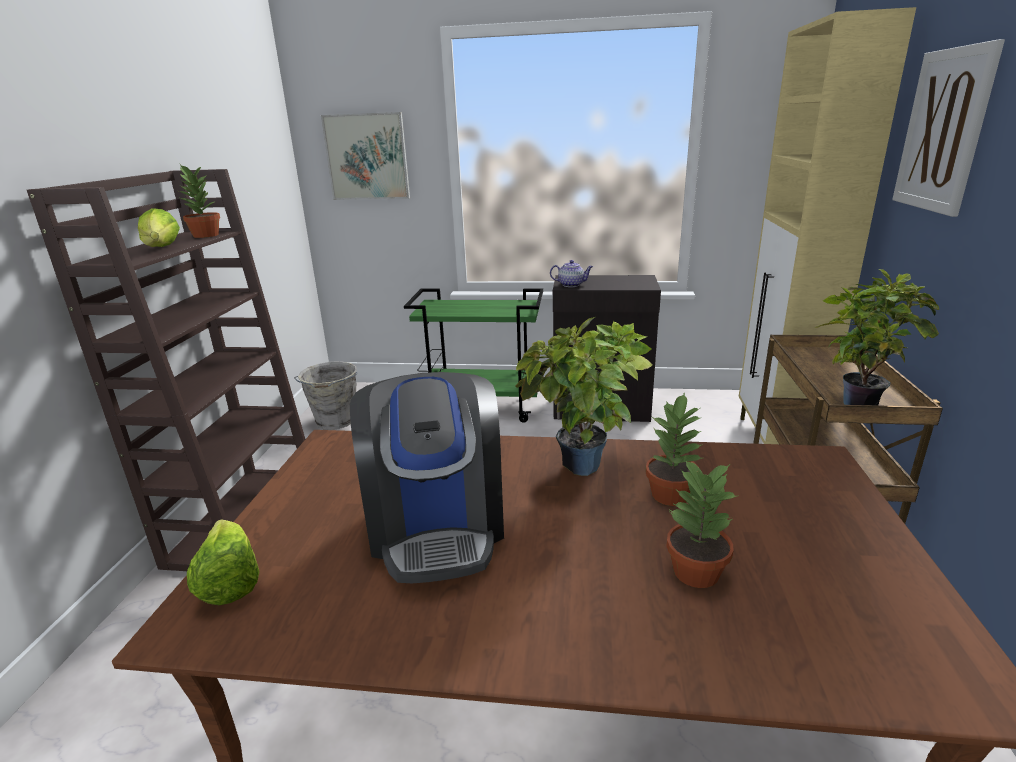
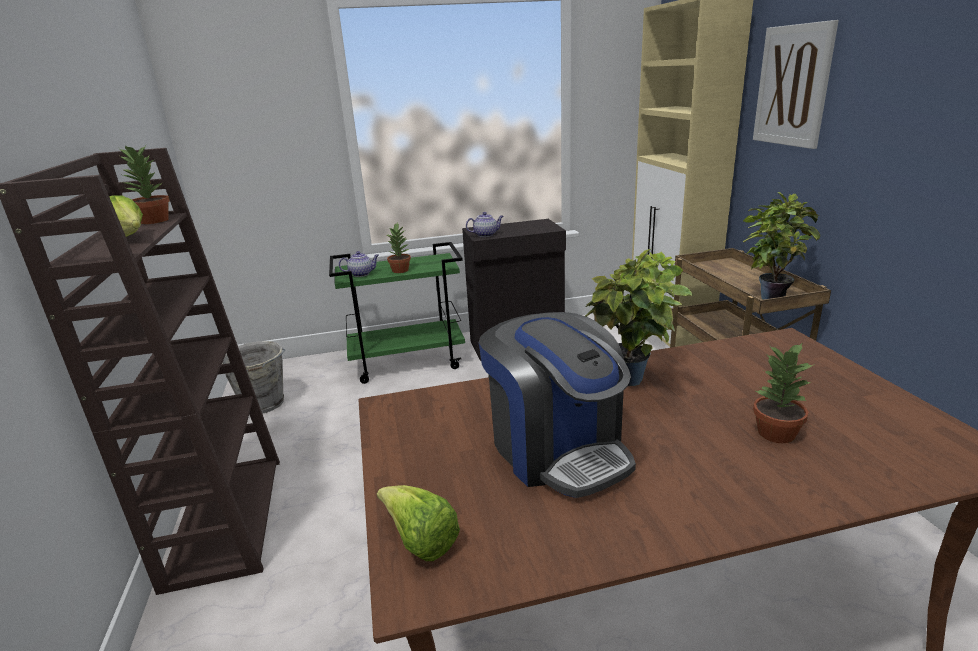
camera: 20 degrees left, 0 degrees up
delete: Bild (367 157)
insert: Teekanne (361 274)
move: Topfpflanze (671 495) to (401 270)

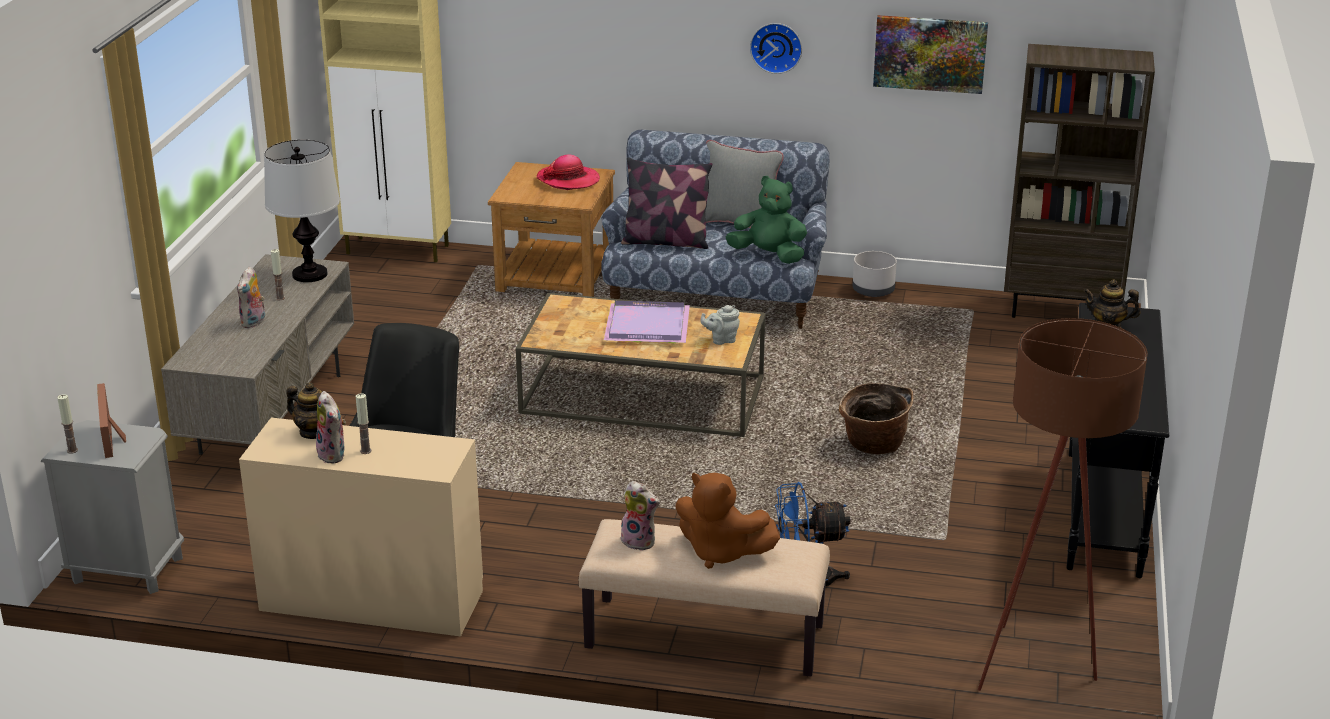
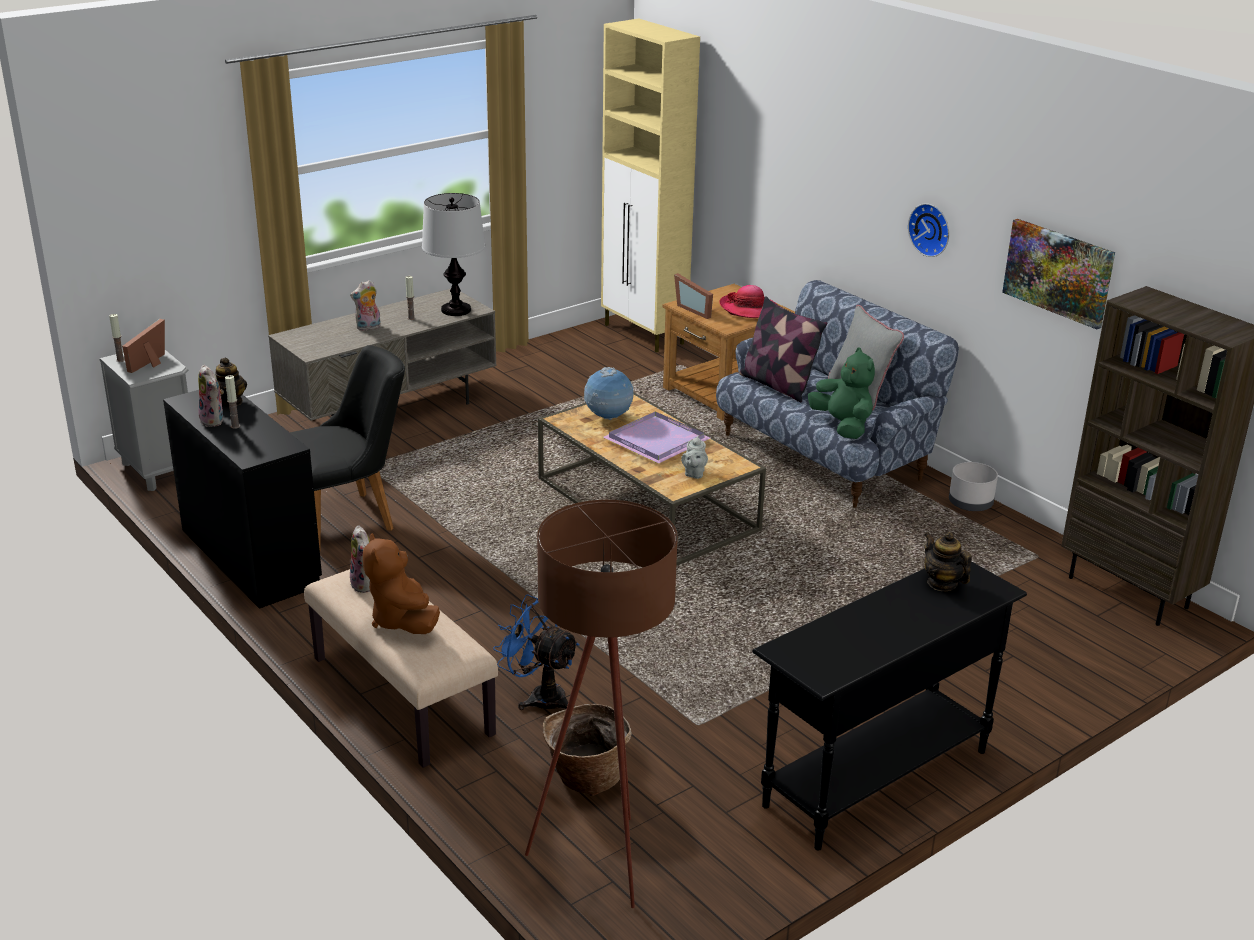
camera: 40 degrees right, 0 degrees up
insert: Globus (608 418); Bilderrahmen (695 309)
move: Korb (873 445) to (585 777)
recolor: Schreibtisch/beige (371 600) to Schreibtisch/schwarz (249 557)
rotate: Plüschtier (334 455) = (214 420) 45 degrees counterclockwise; Teekanne/grau (721 340) = (694 474) 105 degrees counterclockwise

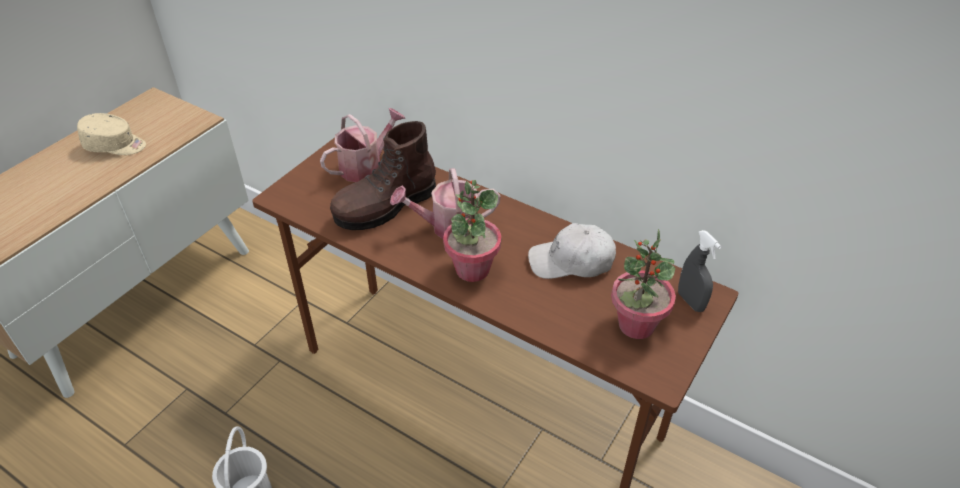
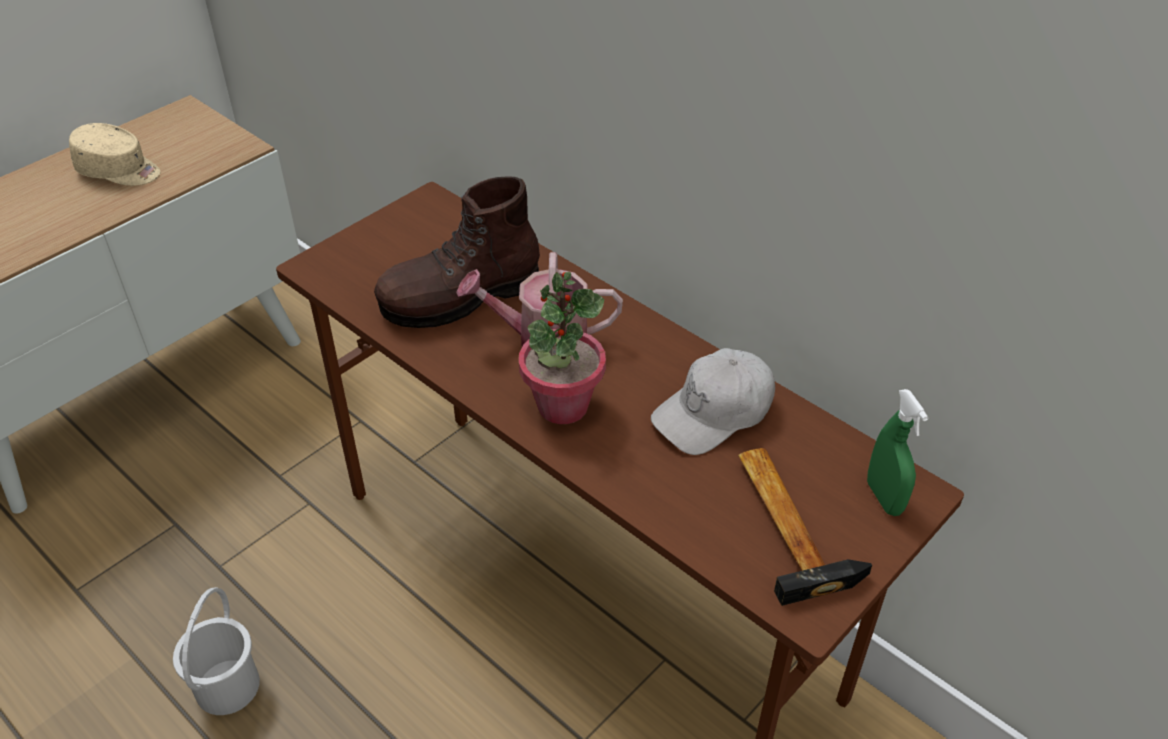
camera: 10 degrees right, 0 degrees up
delete: Gießkanne (366 166)
replace: Topfpflanze (636 325) to Hammer (789 522)
recolor: Sprühflasche/grau (690 301) to Sprühflasche/grün (884 498)
rotate: Kappe/weiß (571 262) = (714 413) 45 degrees counterclockwise

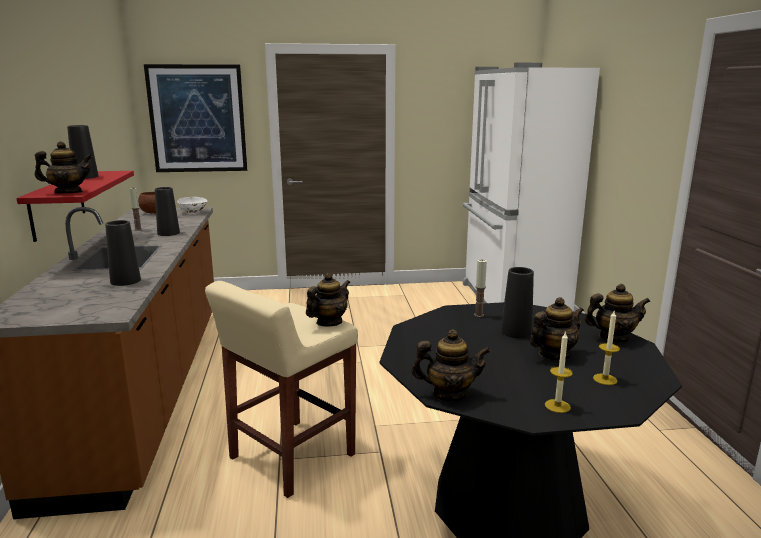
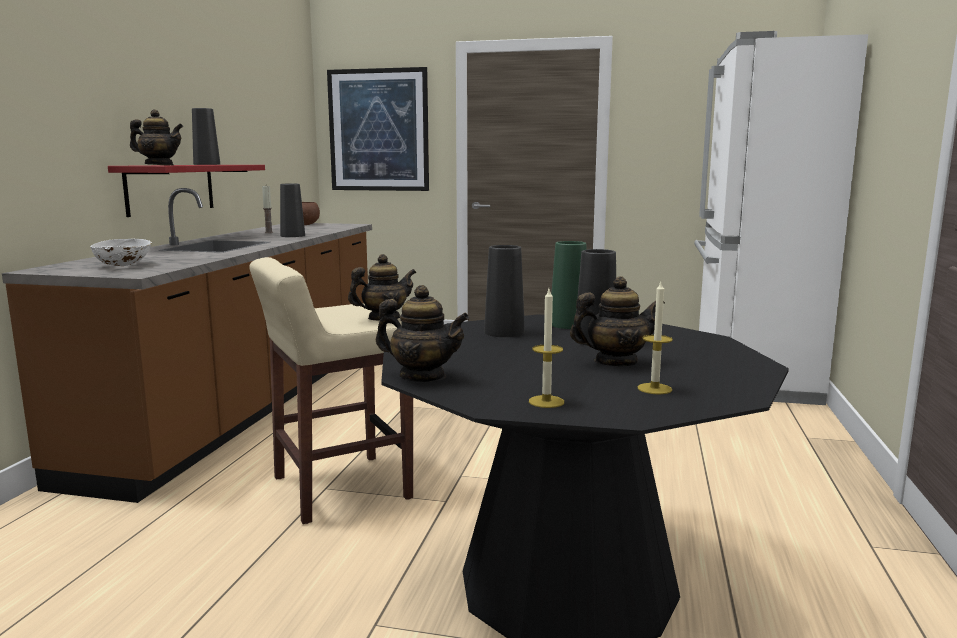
camera: 20 degrees right, 5 degrees down
delete: Teekanne (613 338)
move: Schüssel/weiß (193 212) to (123 266); Vase/schwarz (125 281) to (504 332)
replace: Kerze (479 315) to Vase/grün (568 324)

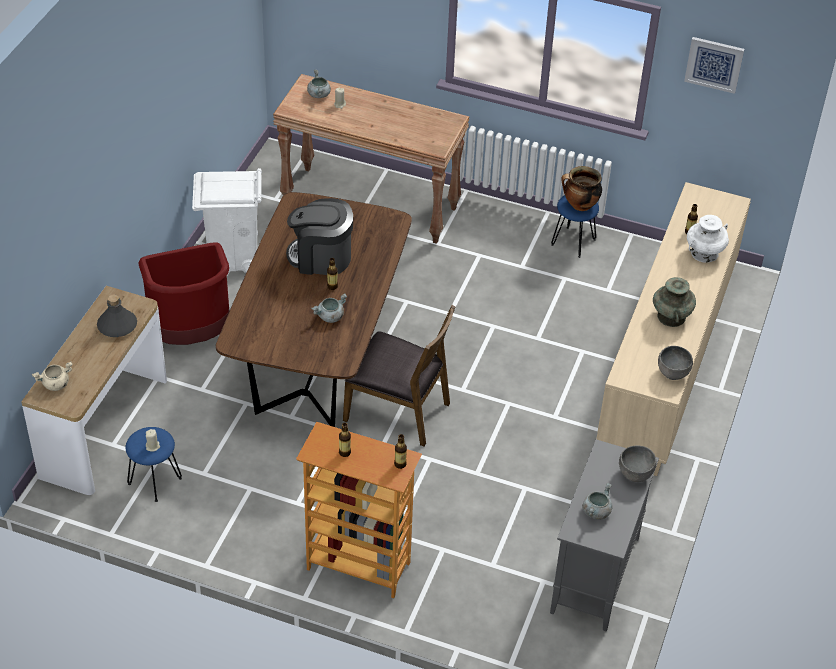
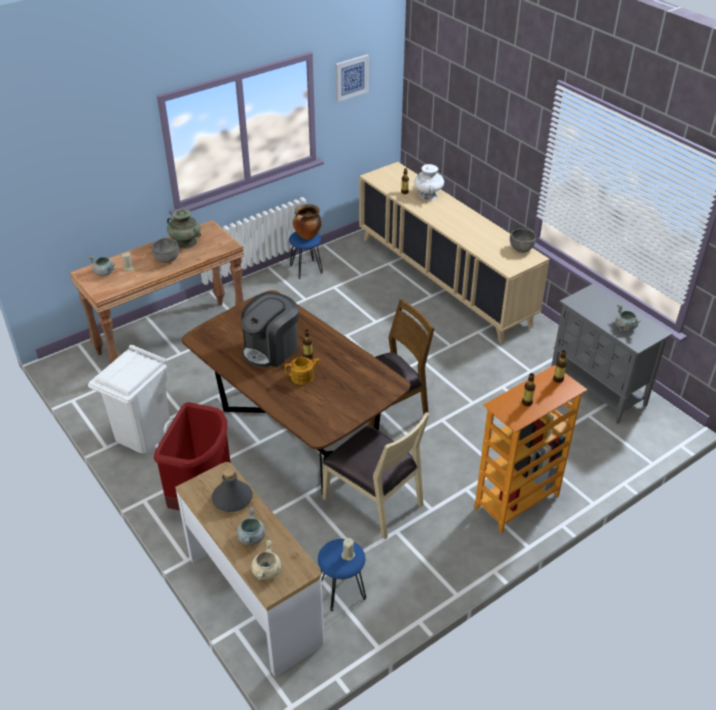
camera: 55 degrees left, 5 degrees down
insert: Teekanne (303 377); Stuhl/beige (374 500)
move: Schüssel/grau (635 474) to (167 259); Vase/türkis (671 317) to (186 242); Kochtopf/grau (330 317) to (252 538)

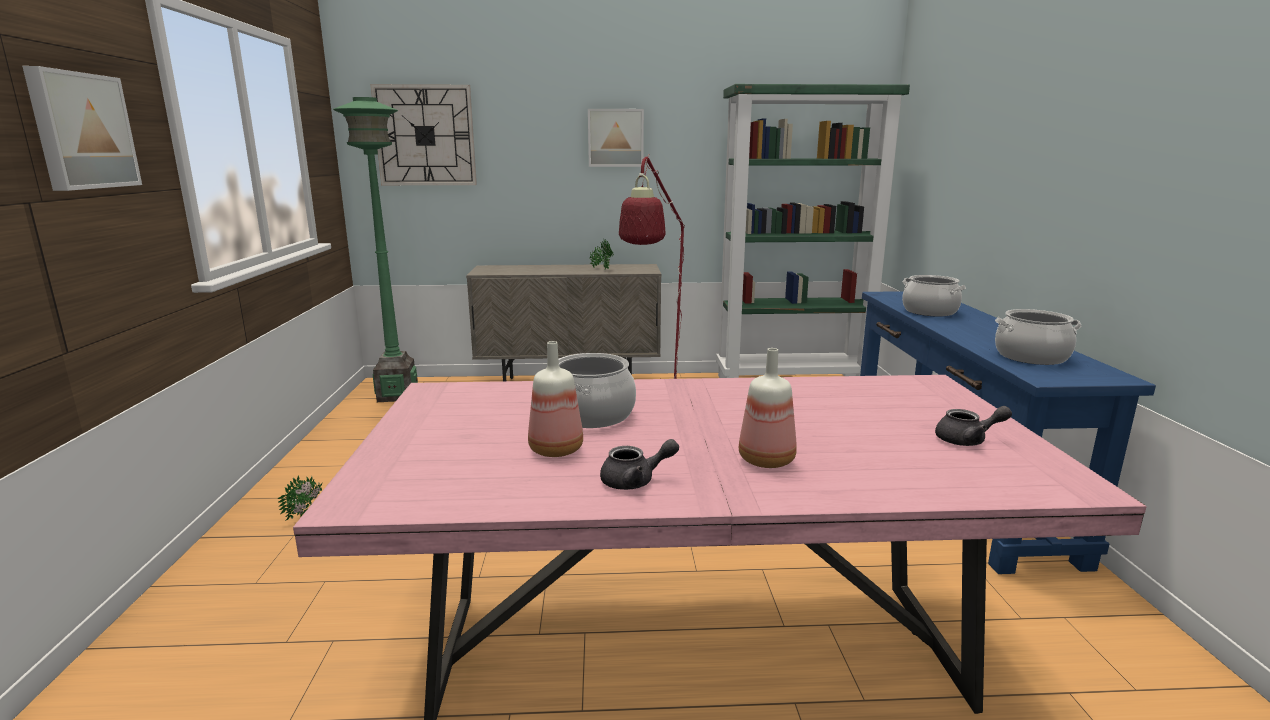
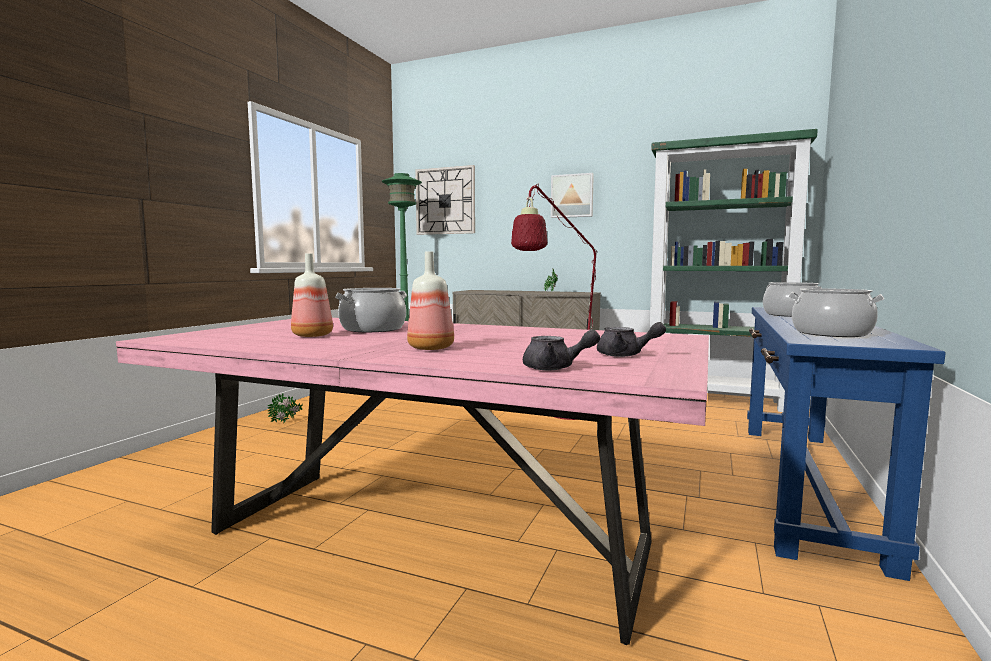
camera: 25 degrees right, 10 degrees down
delete: Bild (81 131)
move: Teekanne/grau (635 481) to (555 368)

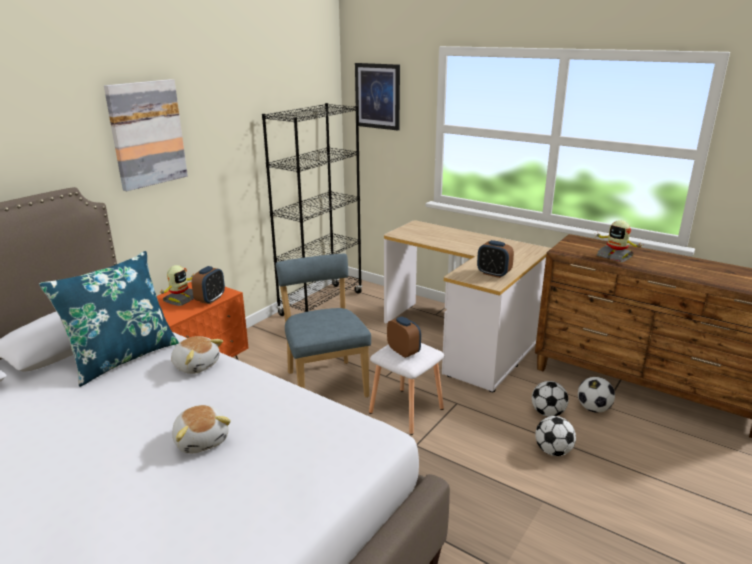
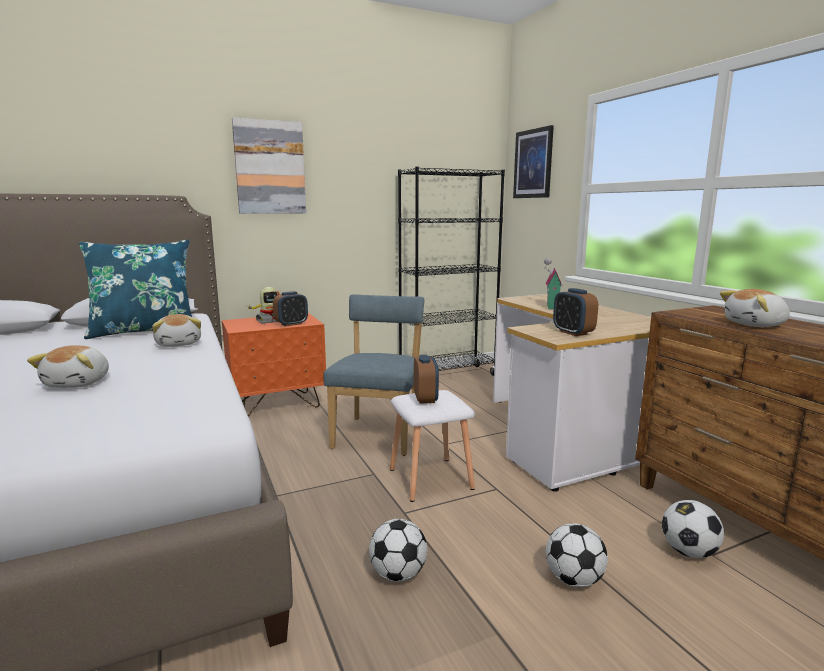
camera: 30 degrees right, 10 degrees down
insert: Spielzeughaus (550 307)
move: Fußball (547 413) to (398 574)
replace: Spielzeugroboter (615 256) to Plüschtier (755 325)

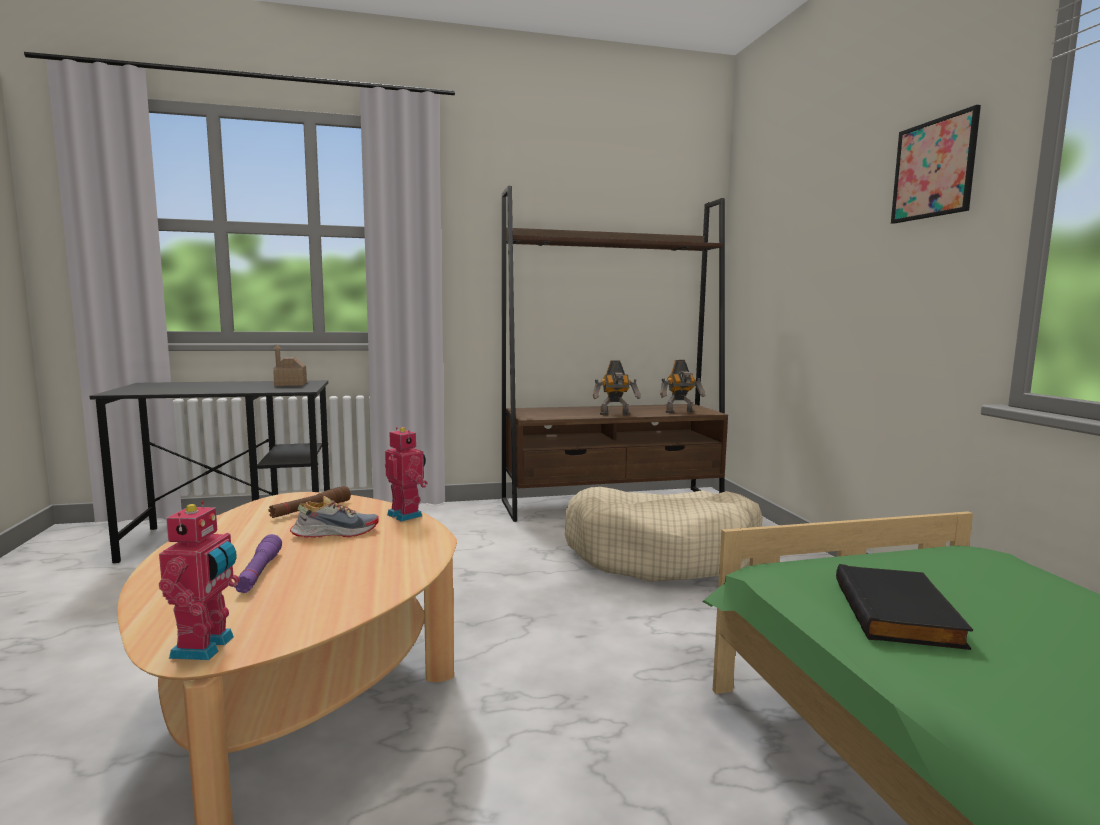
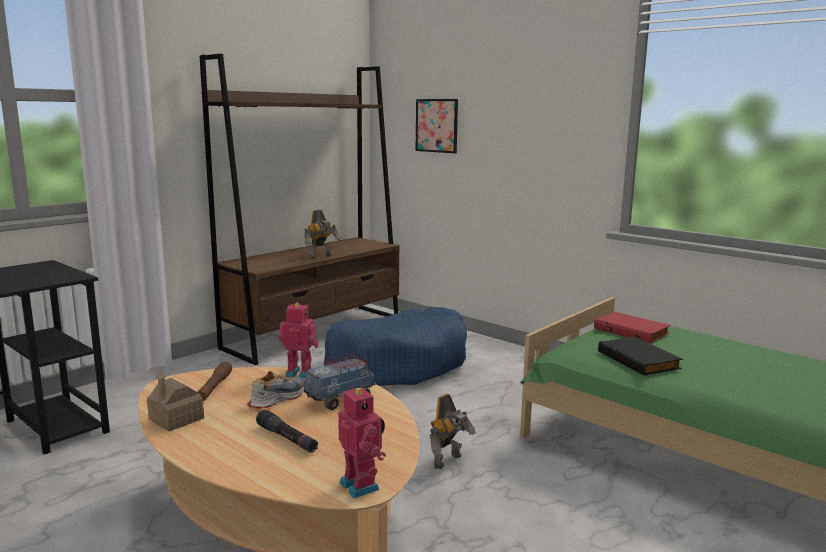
camera: 35 degrees left, 5 degrees up
insert: Spielzeuglaster (340 399); Buch/rot (632 331)
move: Spielzeughaus (290 384) to (176 419); Bild (933 169) to (436 125); Spielzeugroboter (680 412) to (449 461)
recolor: Taschenlampe/lila (259 572) to Taschenlampe/schwarz (287 439); Hundebett/beige (662 554) to Hundebett/blau (399 364)

